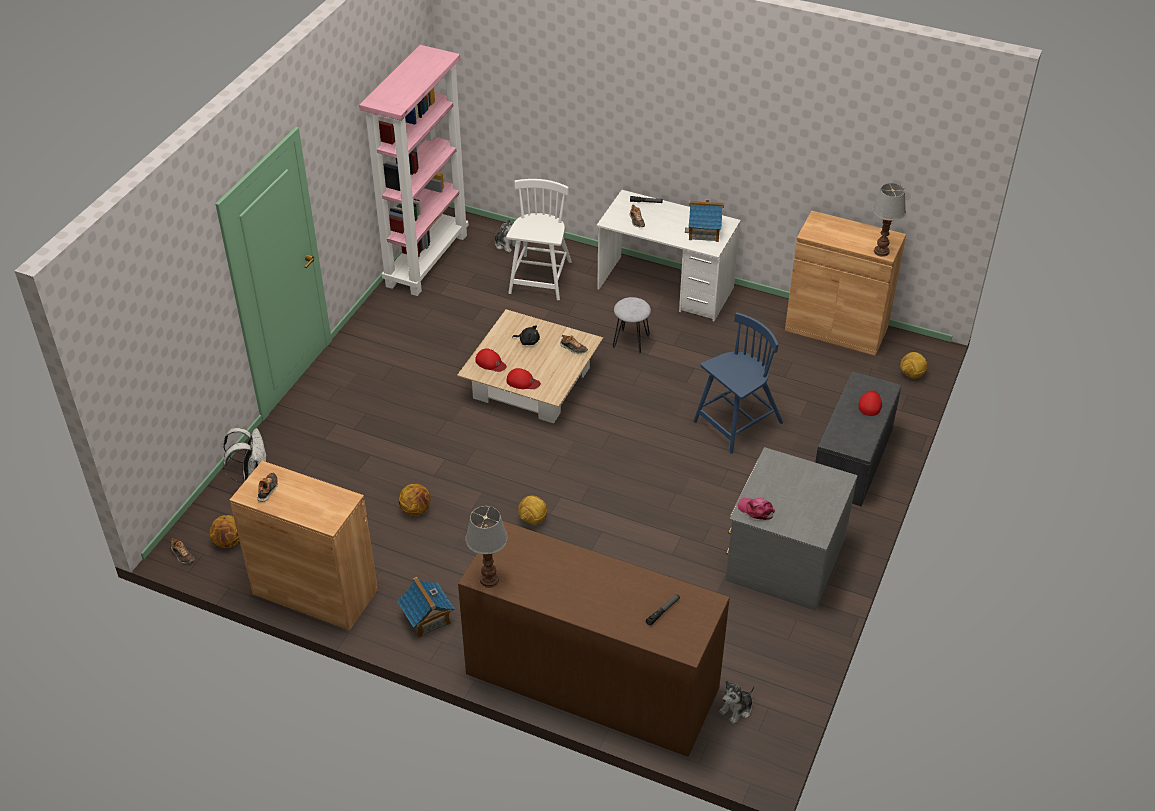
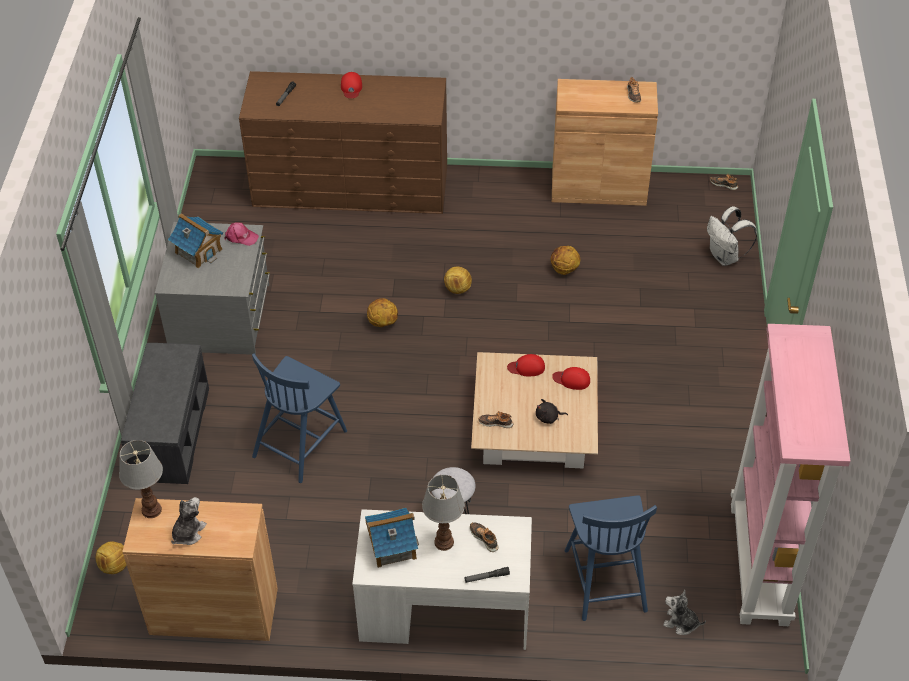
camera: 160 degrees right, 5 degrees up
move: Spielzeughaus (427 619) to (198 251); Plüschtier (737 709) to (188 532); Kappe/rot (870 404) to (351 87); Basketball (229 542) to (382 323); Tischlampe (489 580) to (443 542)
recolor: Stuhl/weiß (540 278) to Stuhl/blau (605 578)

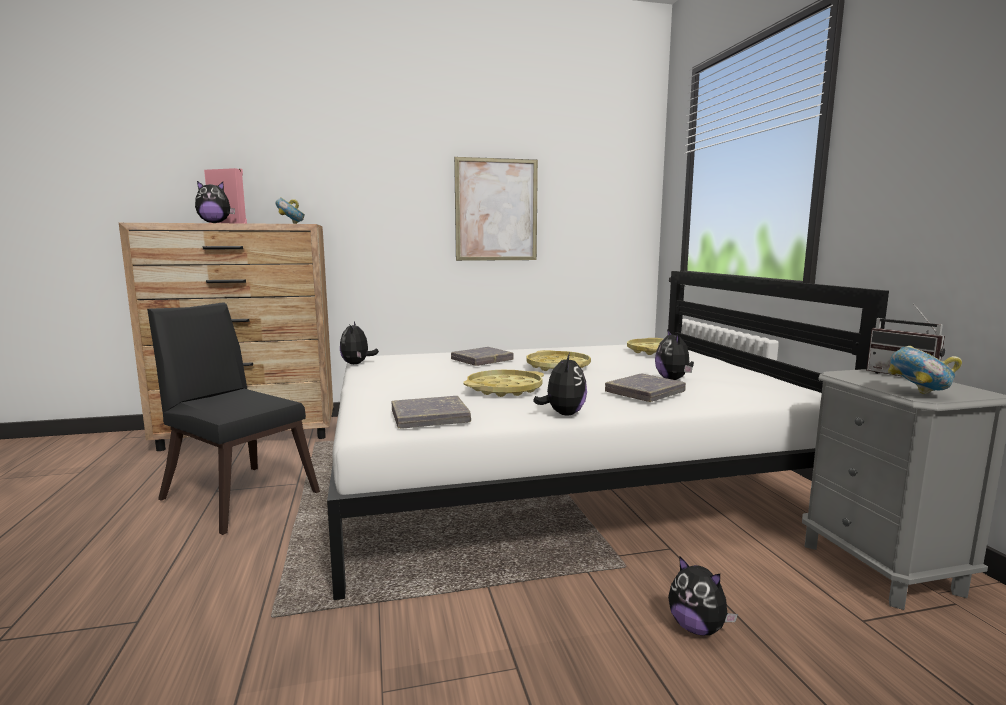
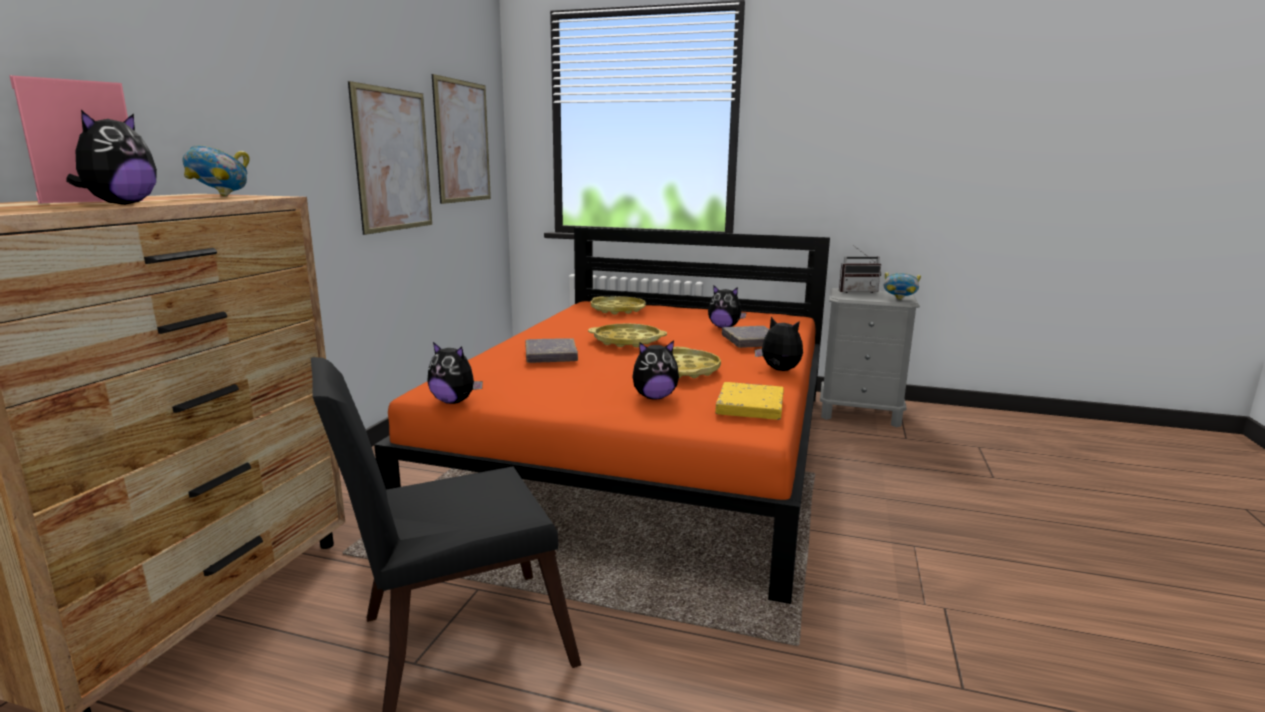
camera: 60 degrees left, 5 degrees up
insert: Bild (462 142)
move: Plüschtier (697 628) to (654 397)
recolor: Bett/weiß (559 478) to Bett/orange (649 450); Buch/grau (430 418) to Buch/gelb (750 406)

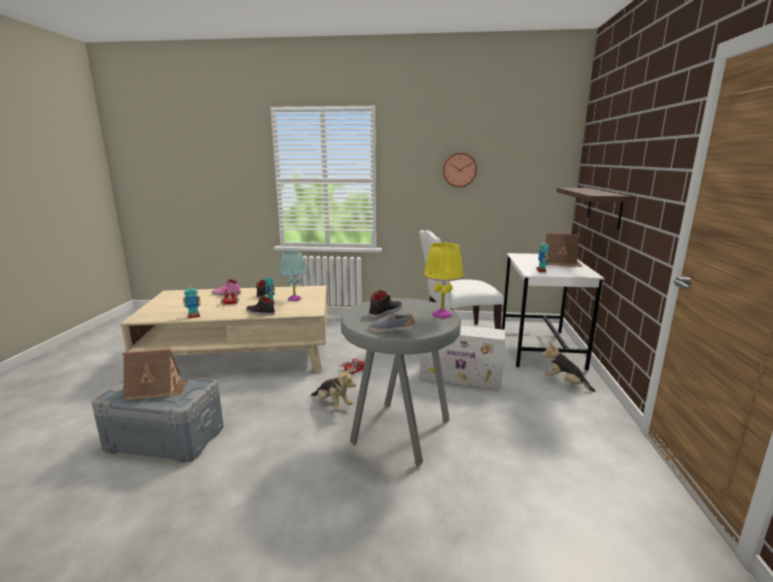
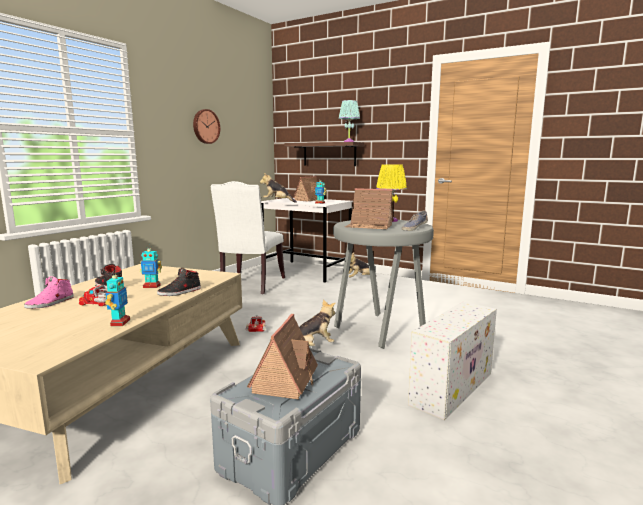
camera: 65 degrees left, 5 degrees down
insert: Plüschtier (277 202)
move: Tischlampe/türkis (294 299) to (349 142); Aufbewahrungsbox/weiß (462 378) to (453 387)
replace: Schuh/schwarz (385 312) to Spielzeughaus (369 226)

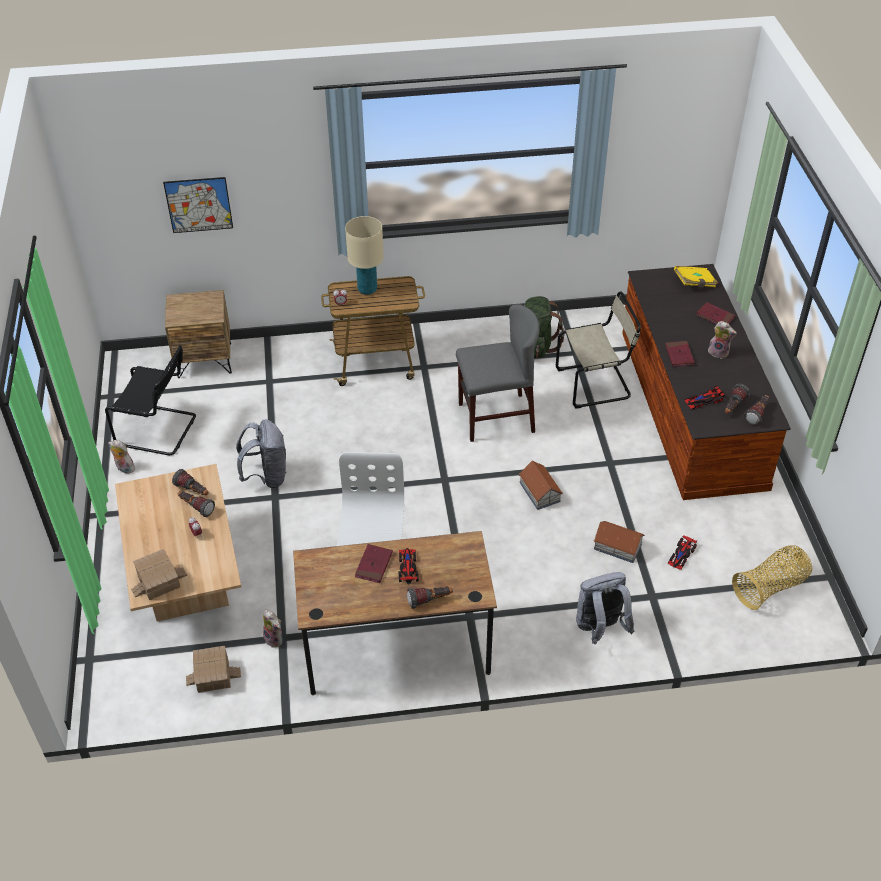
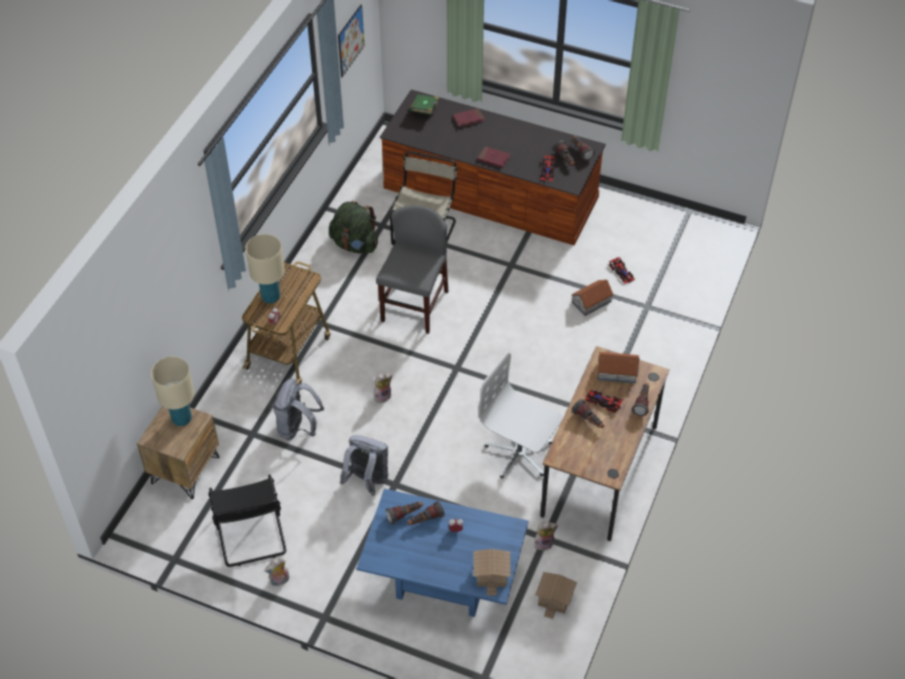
camera: 60 degrees left, 5 degrees up
delete: Korb (770 587)
insert: Tischlampe/beige (182 419)
move: Rucksack/grau (600 628) to (298 428); Bild (198 205) to (350 40); Plüschtier (719 352) to (382 396); Spielzeughaus (540 491) to (616 371)
replace: Buch/rot (374 565) to Taschenlampe (588 420)
recolor: Couchtisch/beige (187 579) to Couchtisch/blau (443 579); Buch/gelb (694 283) to Buch/grün (425 110)
rotate: Stuhl/schwarz (159 430) = (251 537) 120 degrees clockwise

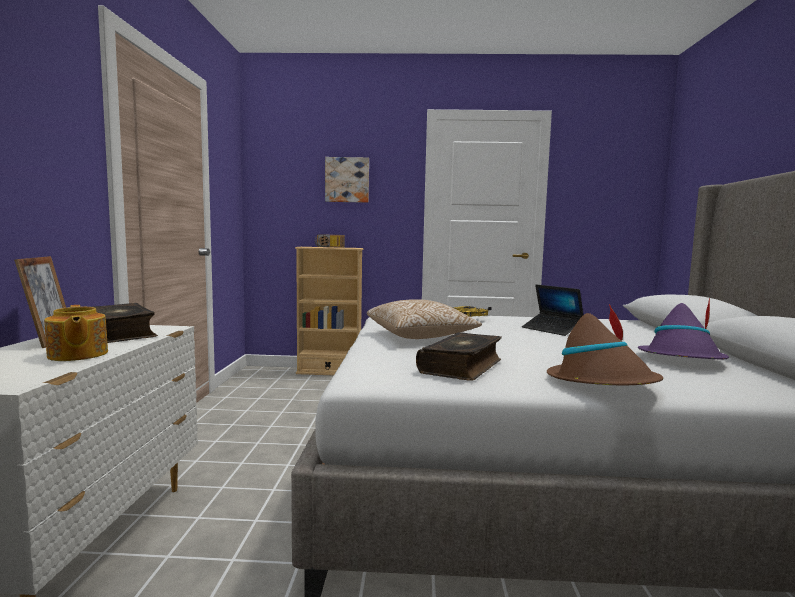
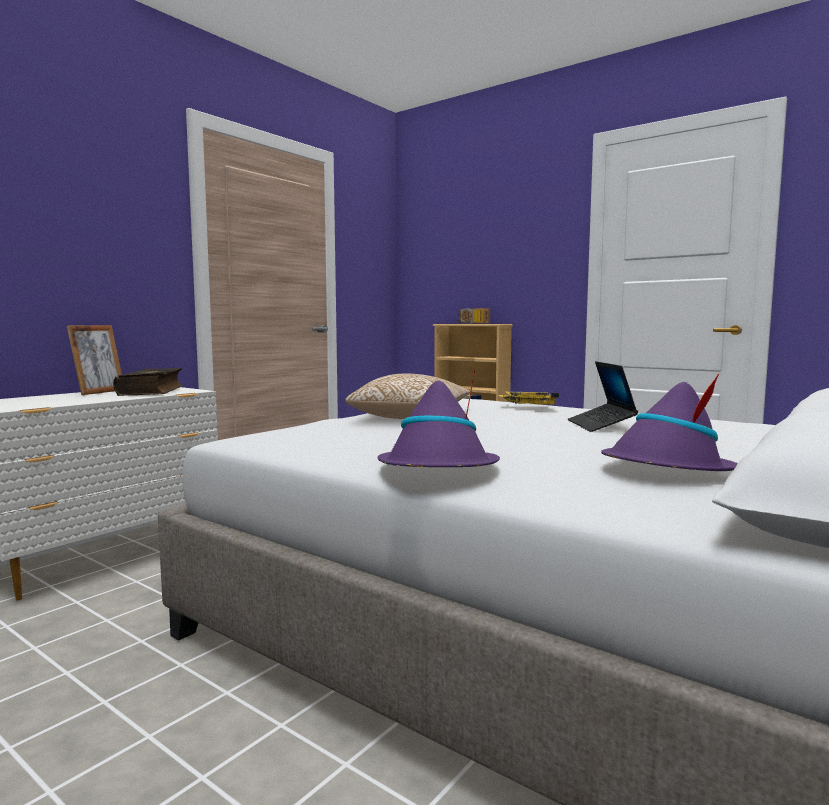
camera: 35 degrees right, 0 degrees up
delete: Teekanne (77 355); Bild (347 180); Buch (462 367)
recolor: Hut/braun (601 383) to Hut/lila (438 471)

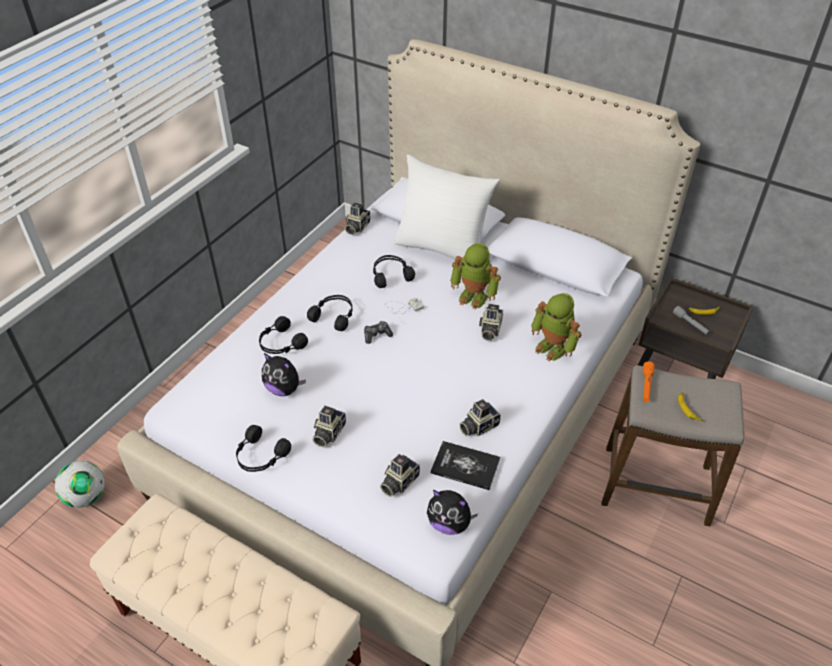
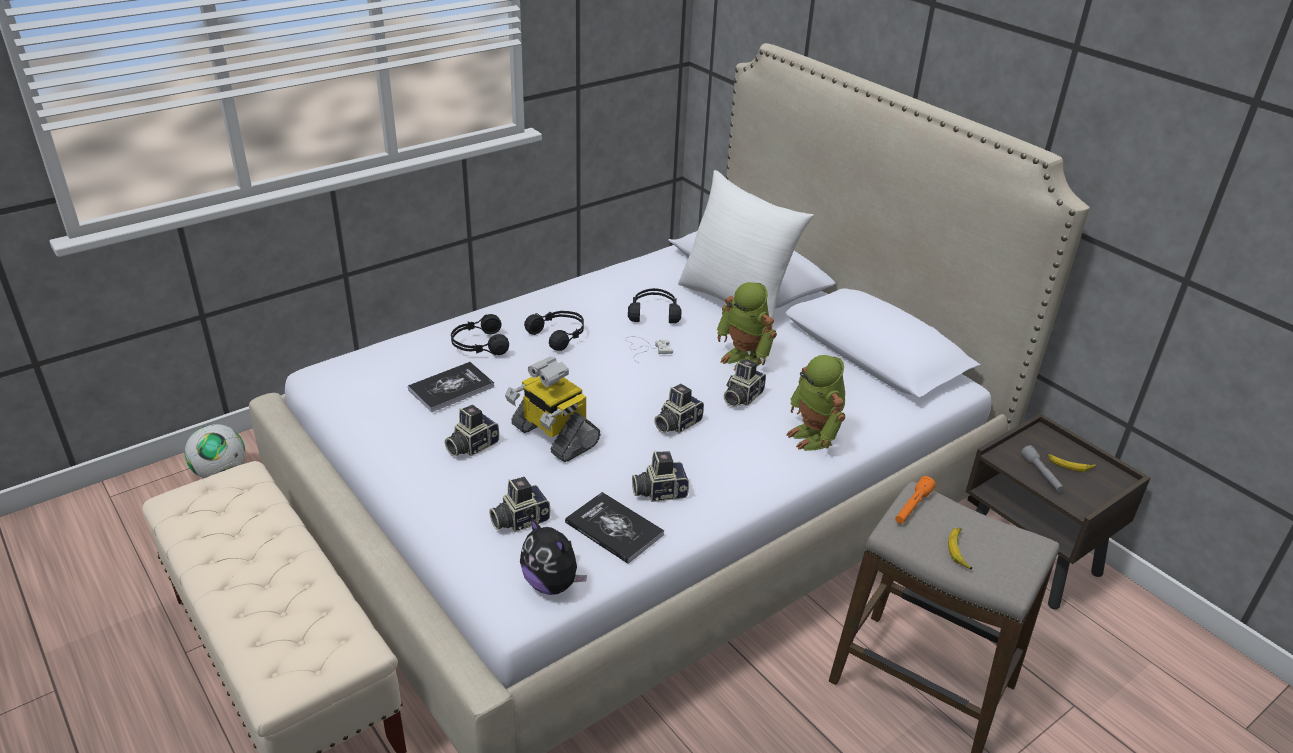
camera: 20 degrees right, 10 degrees down
delete: Kopfhörer/schwarz (260 456); Gamepad (377 335)
insert: Spielzeugroboter (553 436)
move: Kamera (356 227) to (676 423)
replace: Plüschtier (284 389) to Buch (451 388)

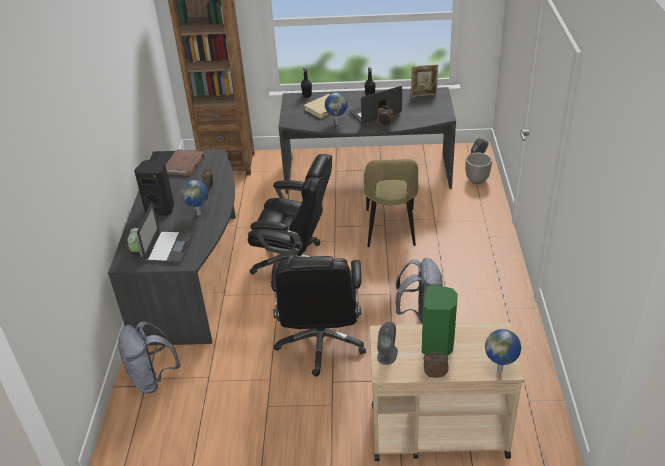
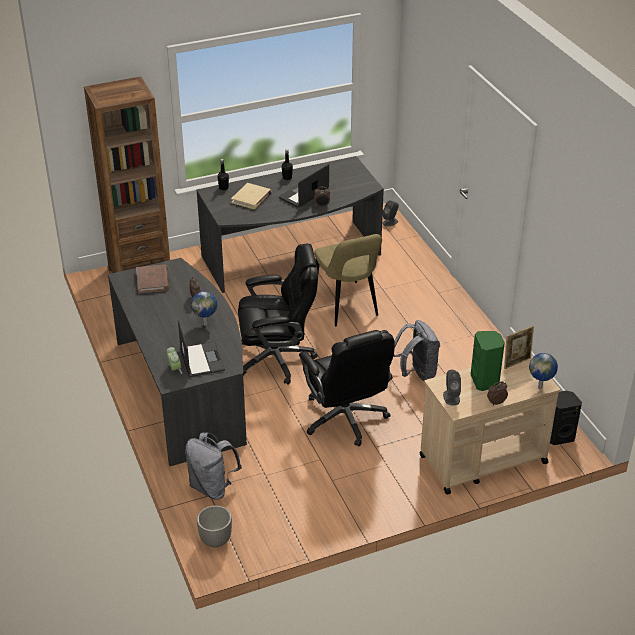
camera: 25 degrees left, 0 degrees up
delete: Globus (337 123)
move: Pflanzkübel (477 180) to (216 540); Bilderrahmen (424 95) to (516 362); Lautsprecher/schwarz (161 209) to (559 436)

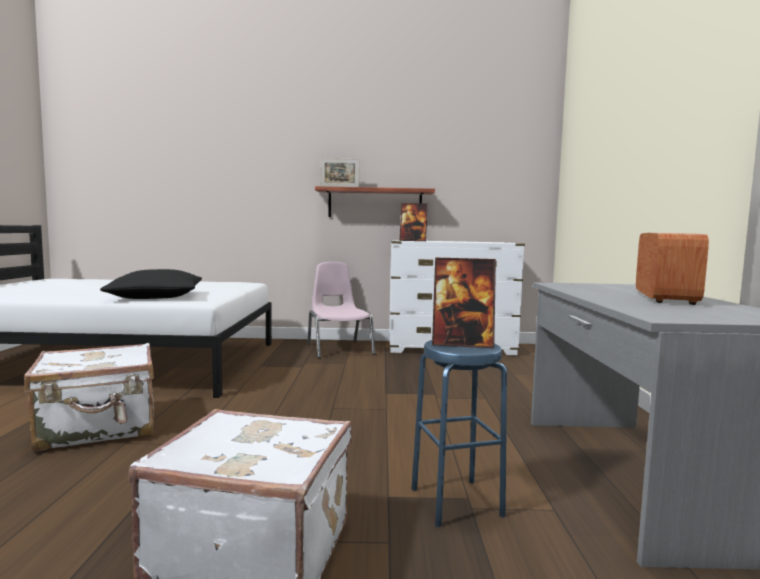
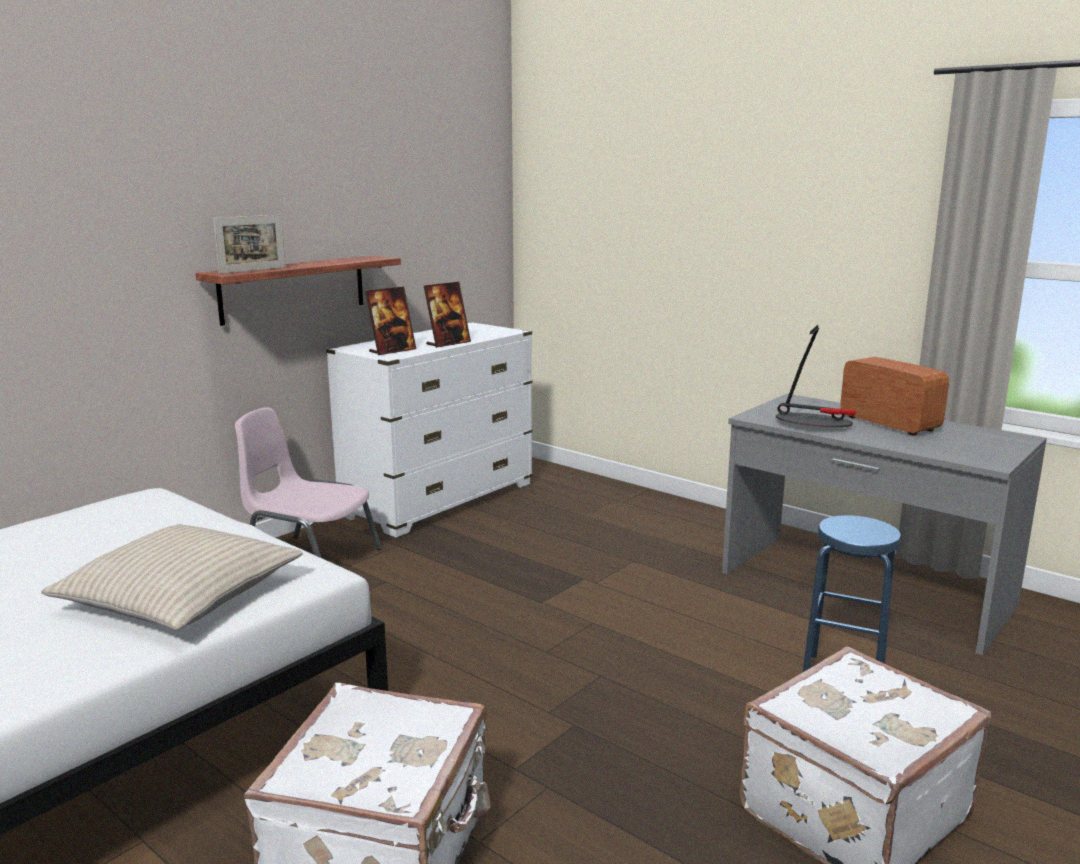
camera: 50 degrees left, 10 degrees up
insert: Tischlampe (813 424)
move: Bilderrahmen (462 344) to (448 343)
recolor: Kissen/schwarz (156 296) to Kissen/beige (181 596)

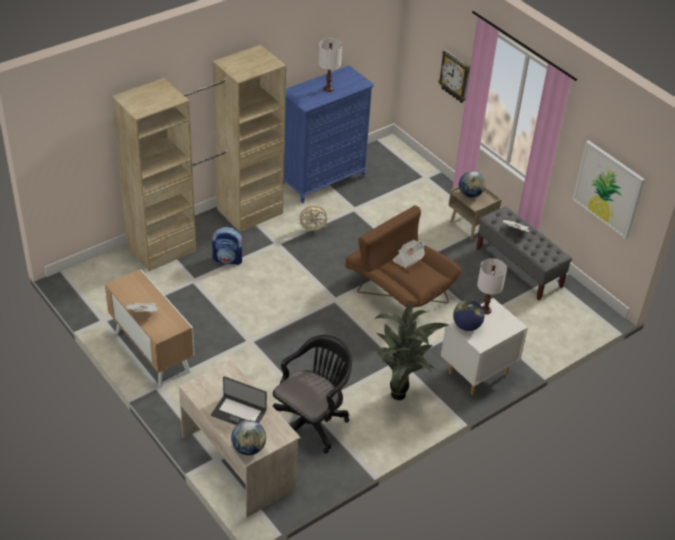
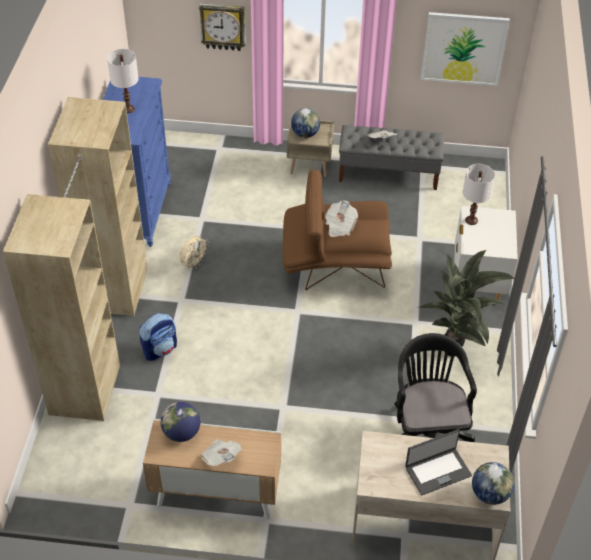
camera: 45 degrees left, 5 degrees up
move: Globus (466 326) to (181 433)

